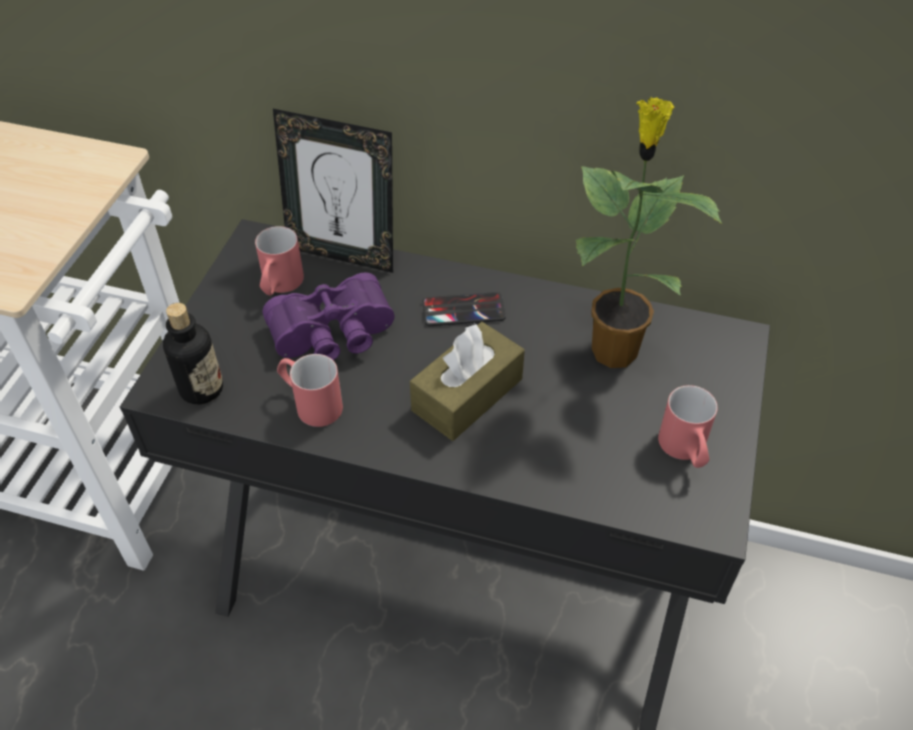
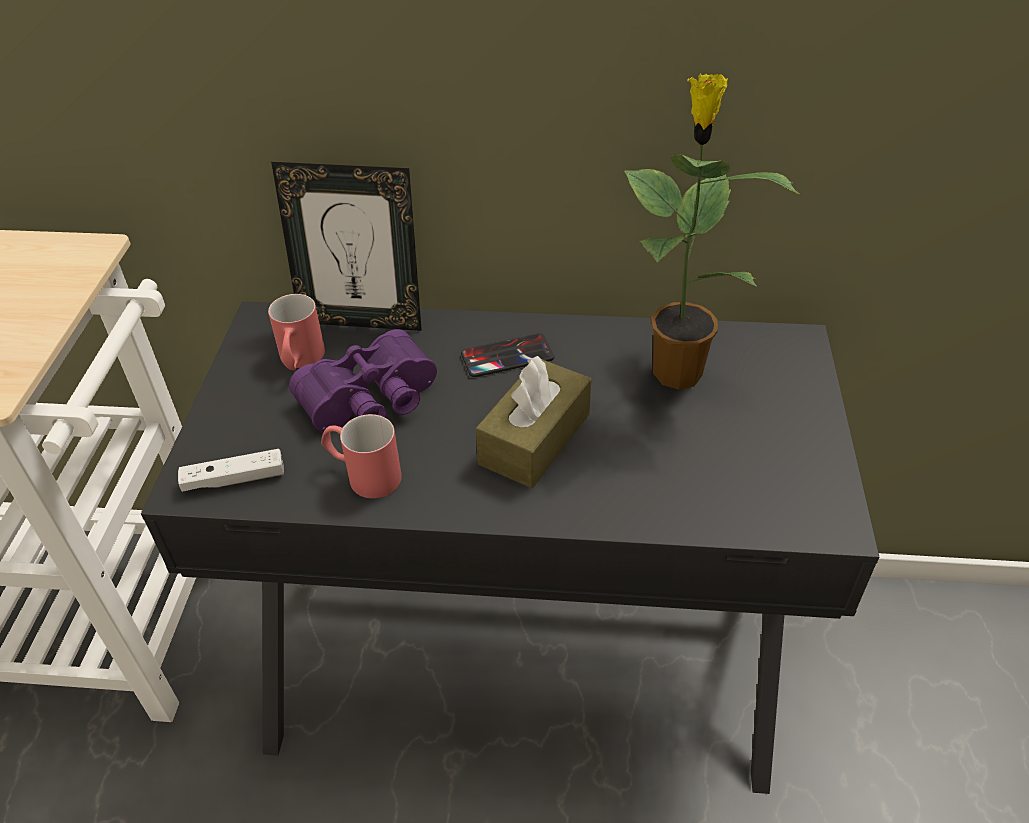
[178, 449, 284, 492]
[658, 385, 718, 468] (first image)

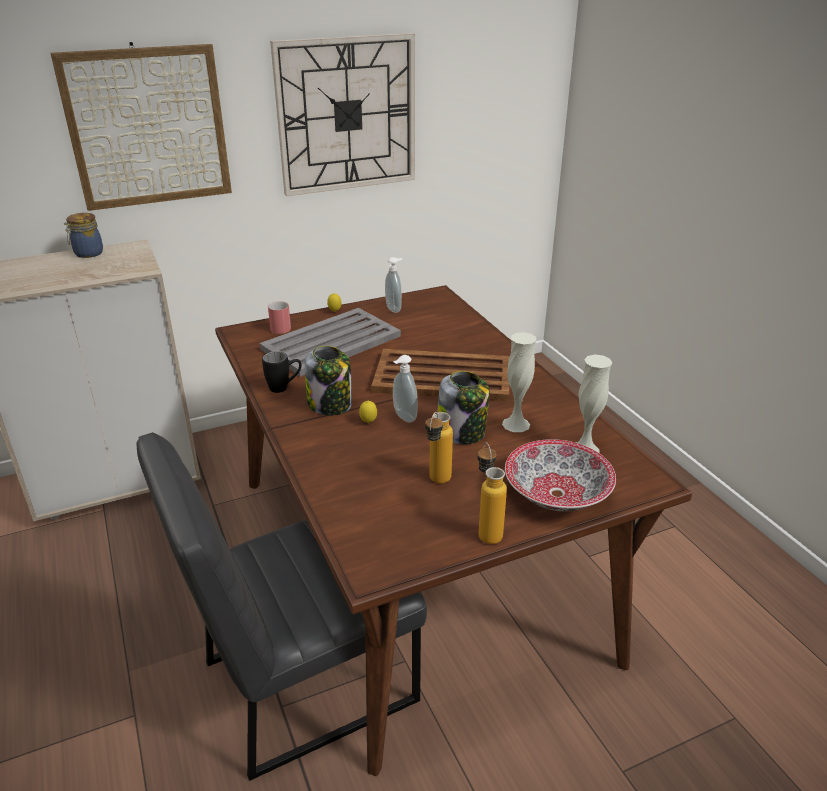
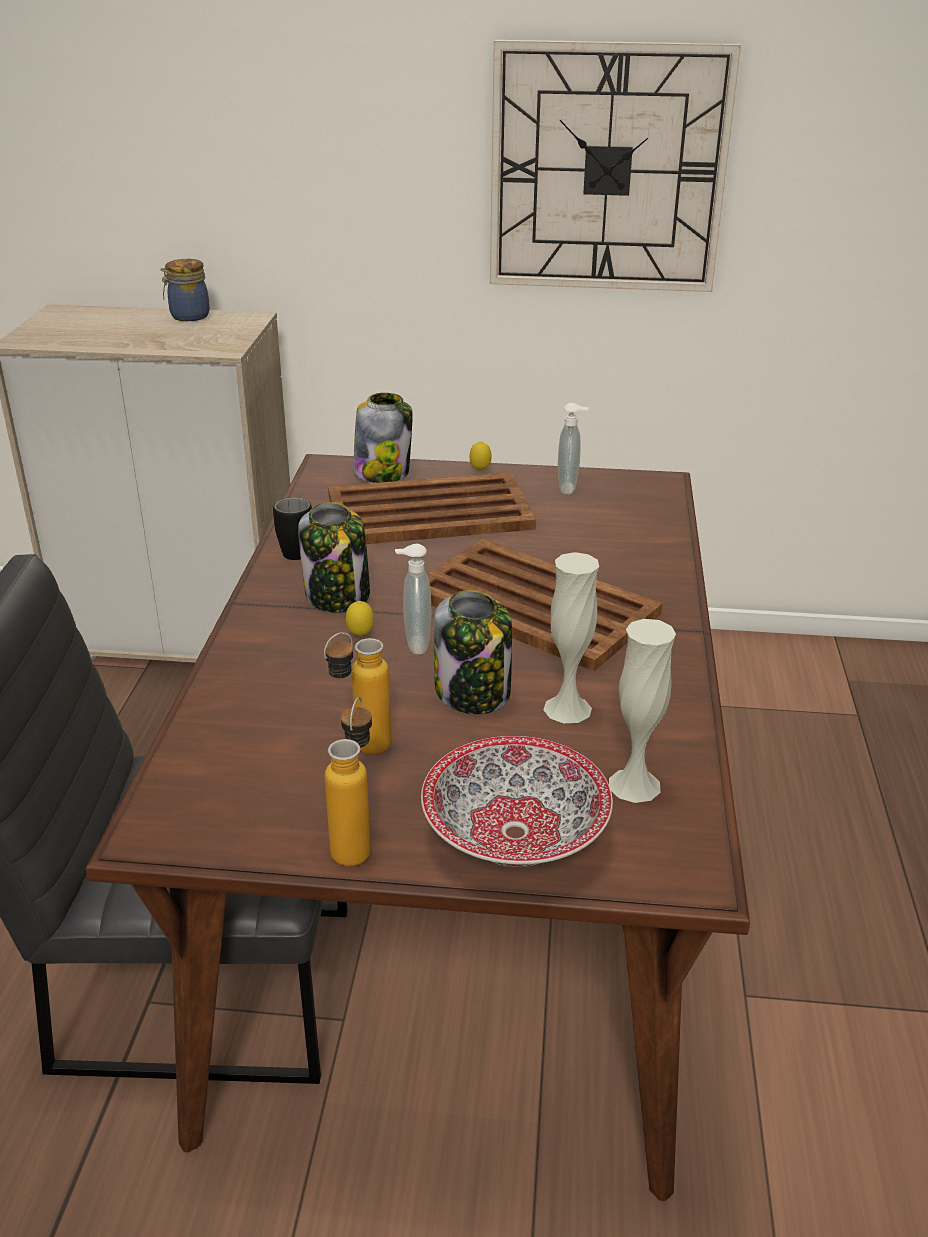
[51, 42, 232, 211] (first image)
[328, 472, 536, 544]
[353, 393, 413, 483]

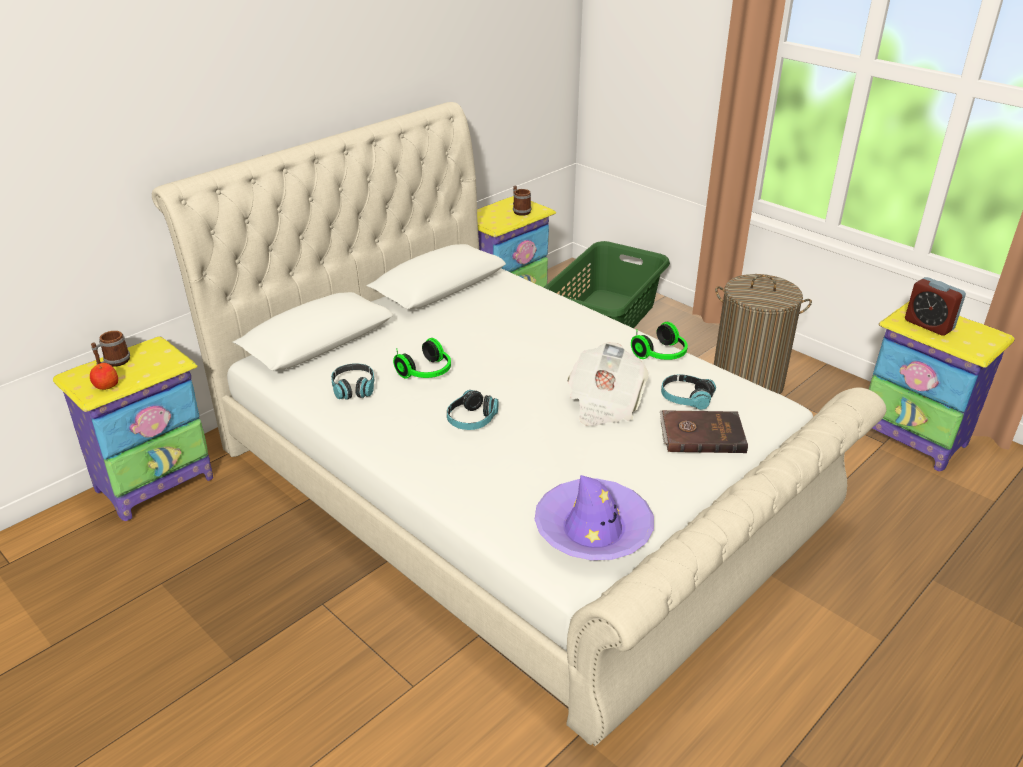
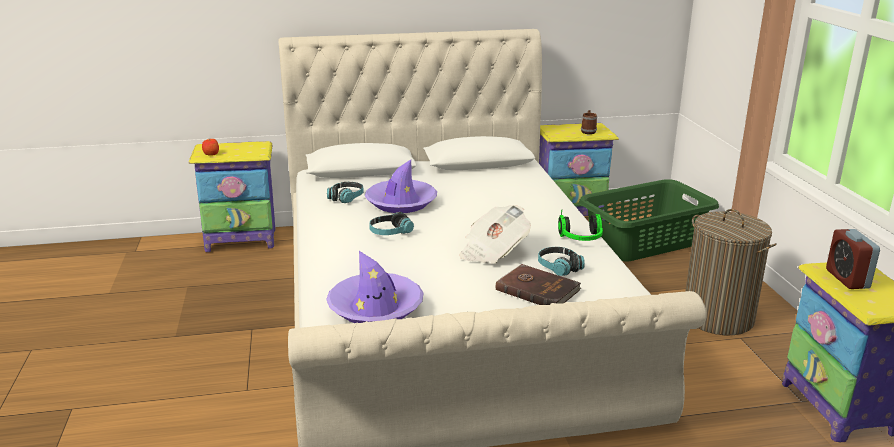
[91, 331, 130, 367] (first image)
[365, 160, 437, 213]

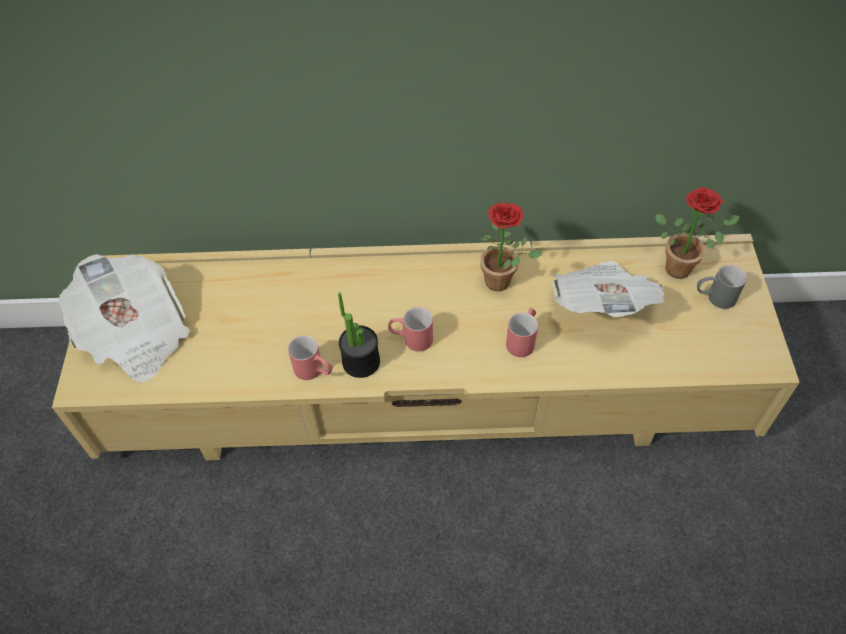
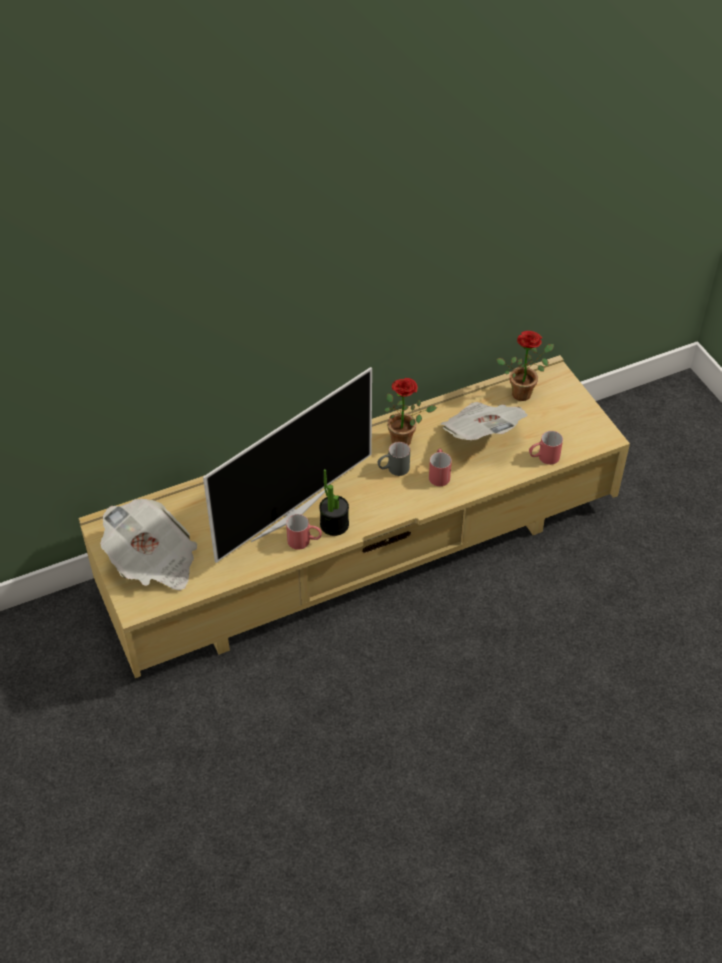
[529, 431, 563, 465]
[377, 442, 410, 476]
[203, 367, 372, 563]

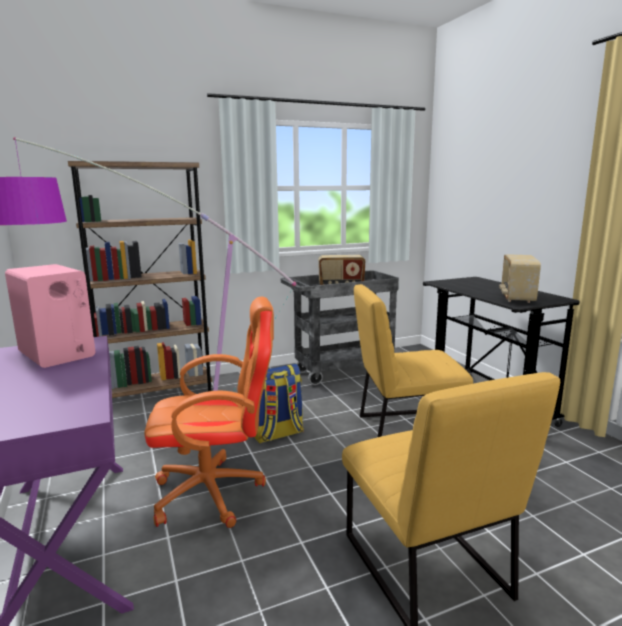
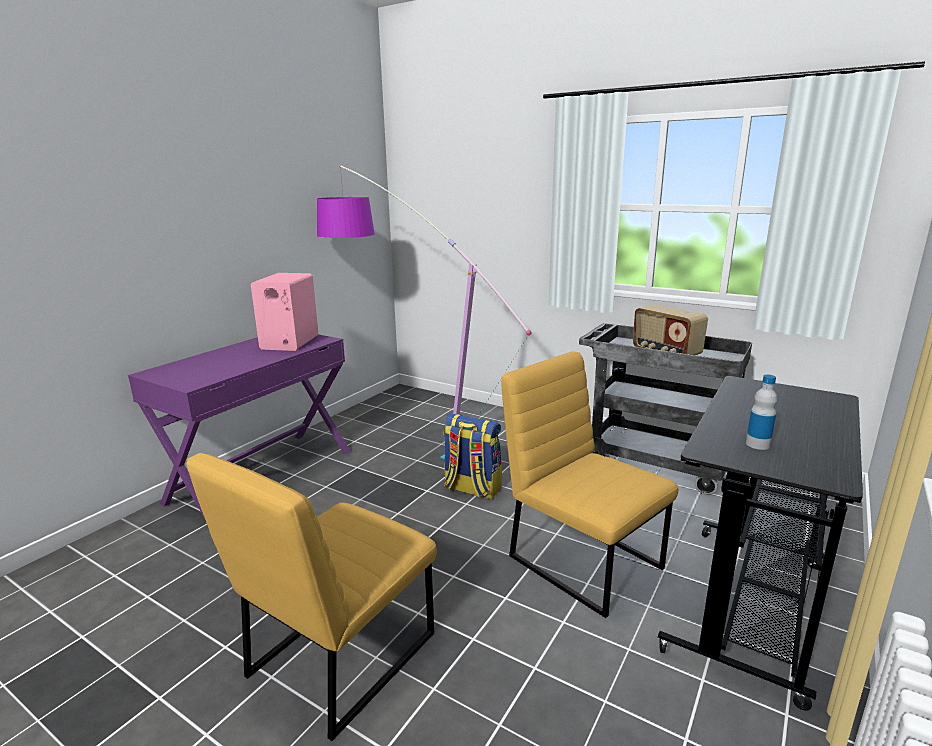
[68, 161, 212, 398] (first image)
[145, 297, 274, 528] (first image)
[746, 374, 777, 450]

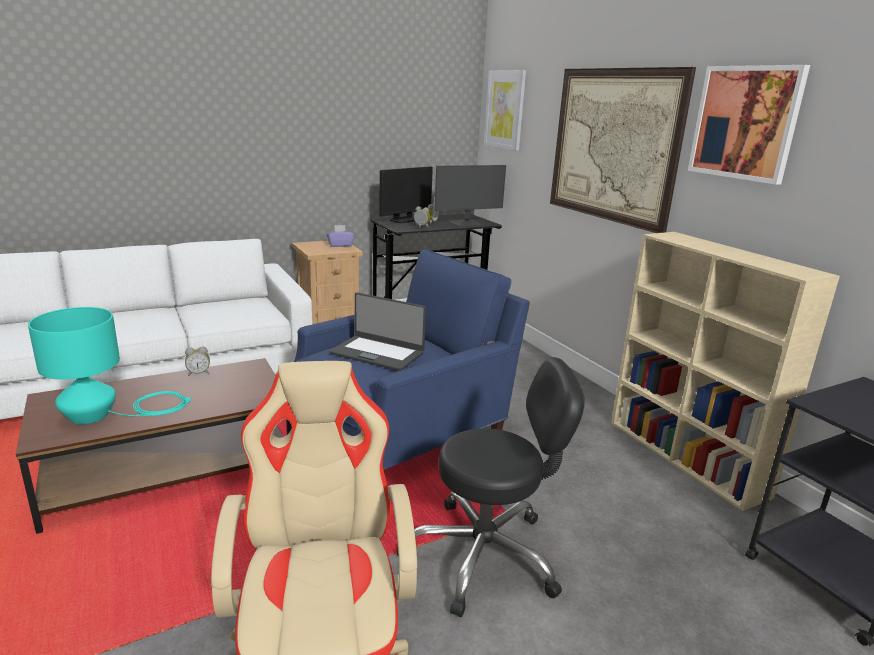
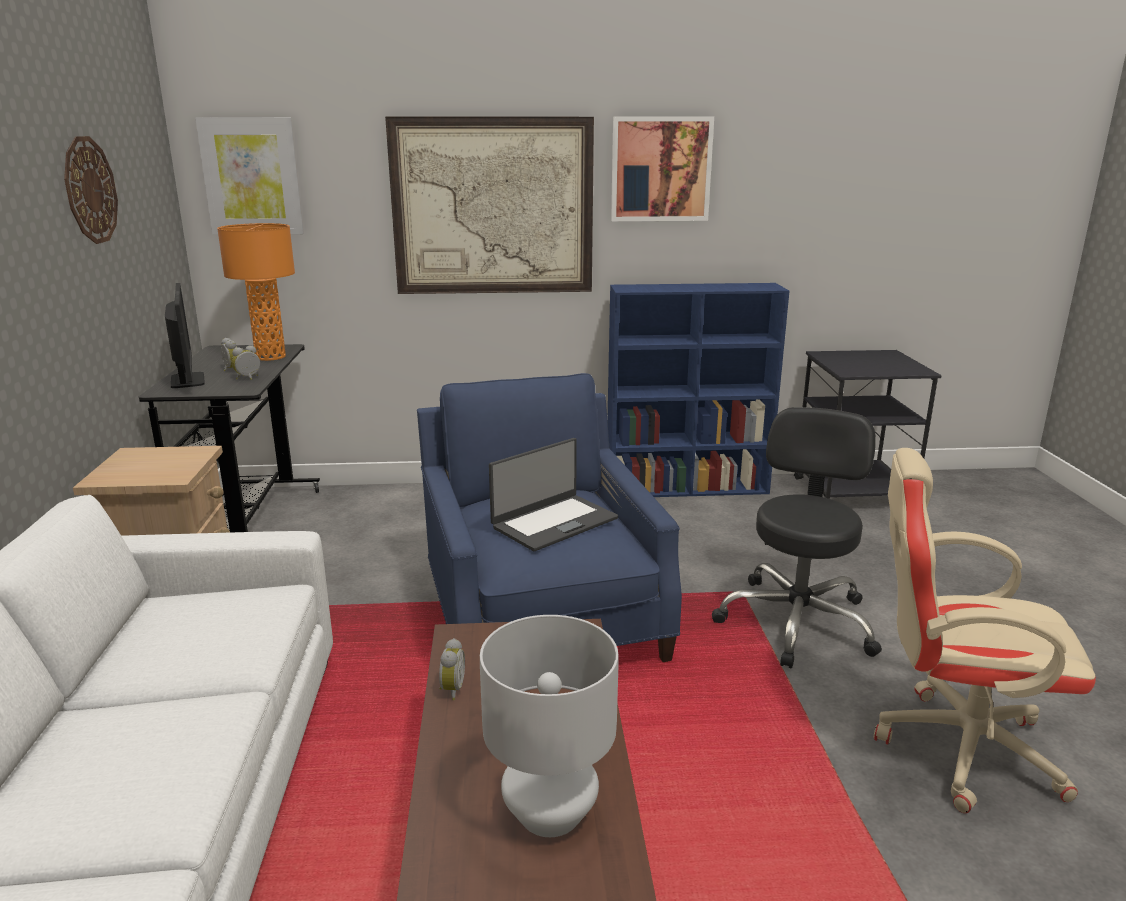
[480, 615, 619, 837]
[326, 225, 354, 247] (first image)
[217, 223, 295, 361]
[607, 283, 789, 497]
[64, 136, 118, 244]

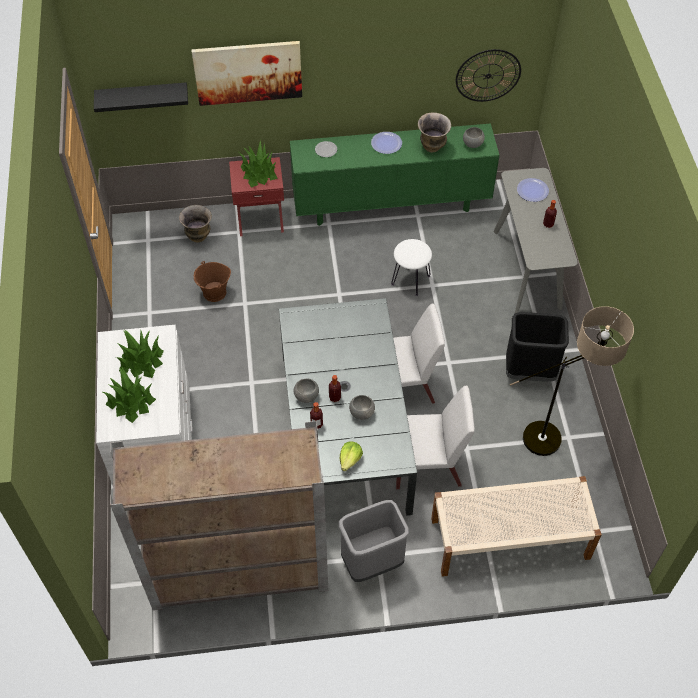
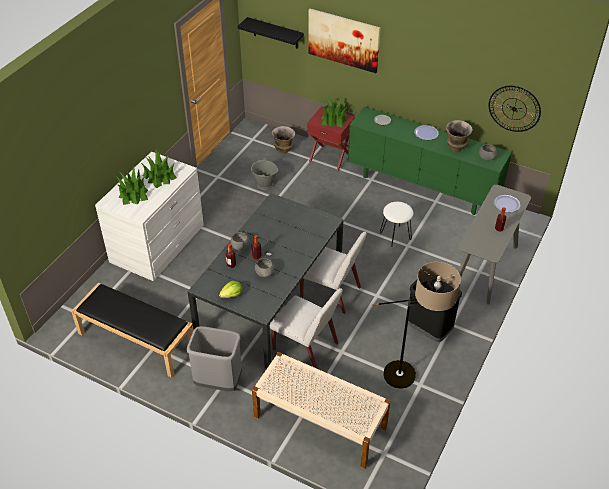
[71, 283, 194, 378]
[251, 158, 278, 190]

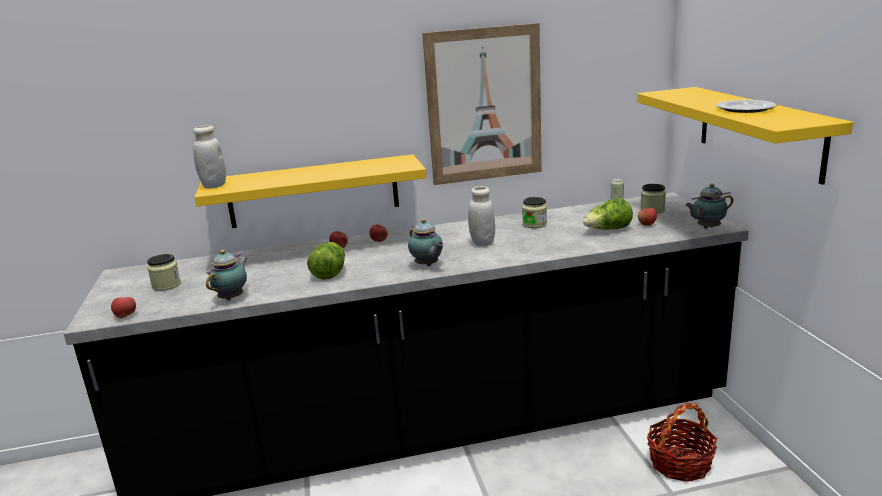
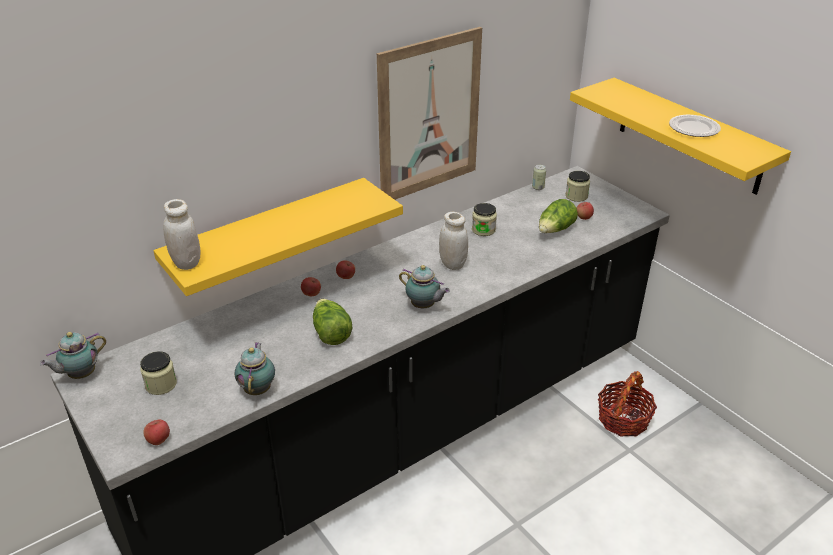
[40, 332, 106, 379]

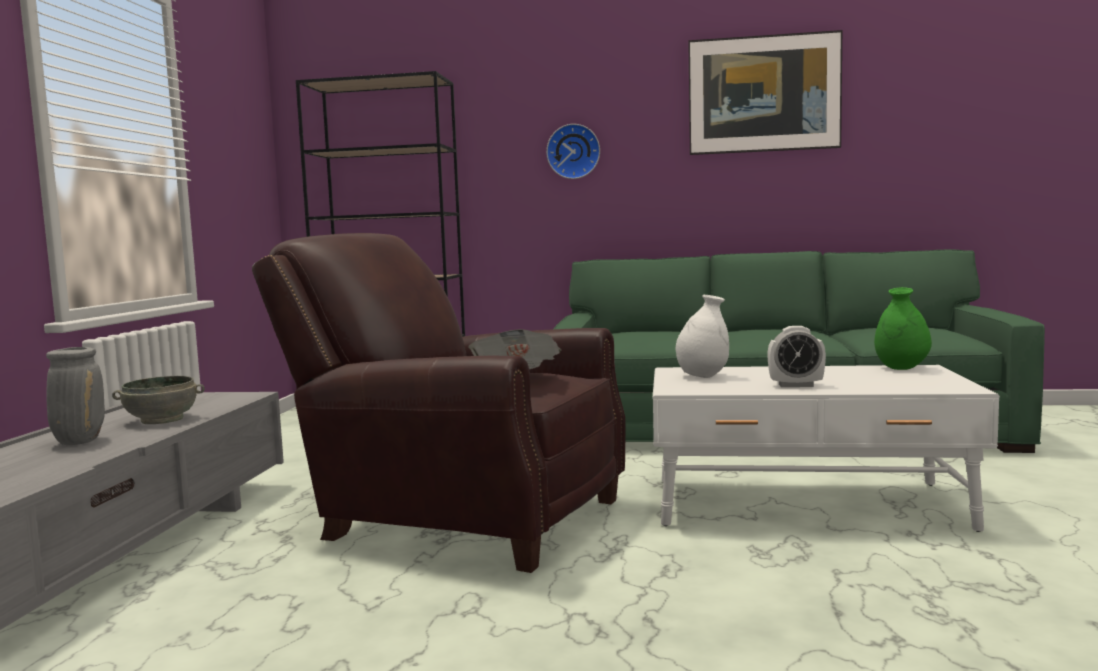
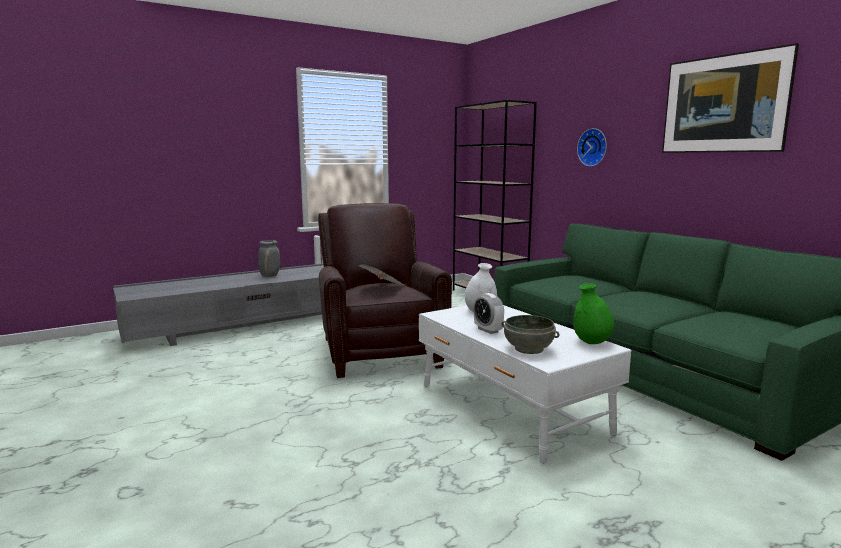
[501, 315, 559, 354]

